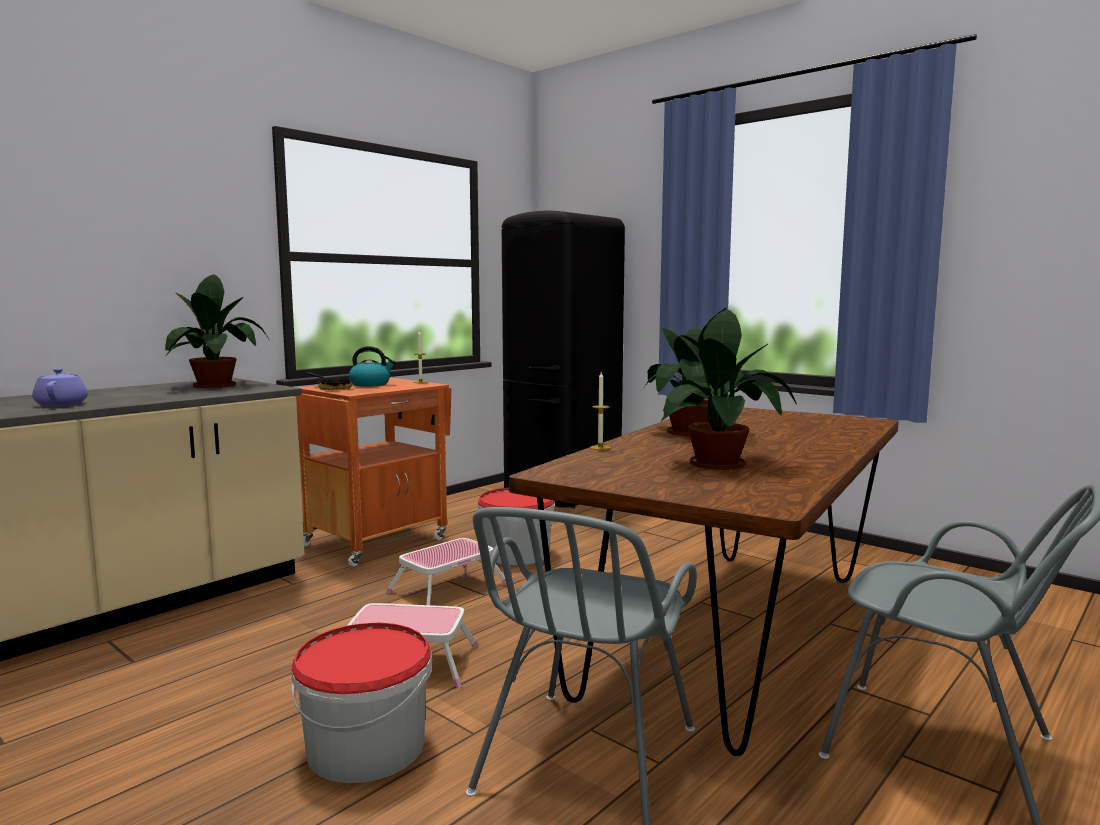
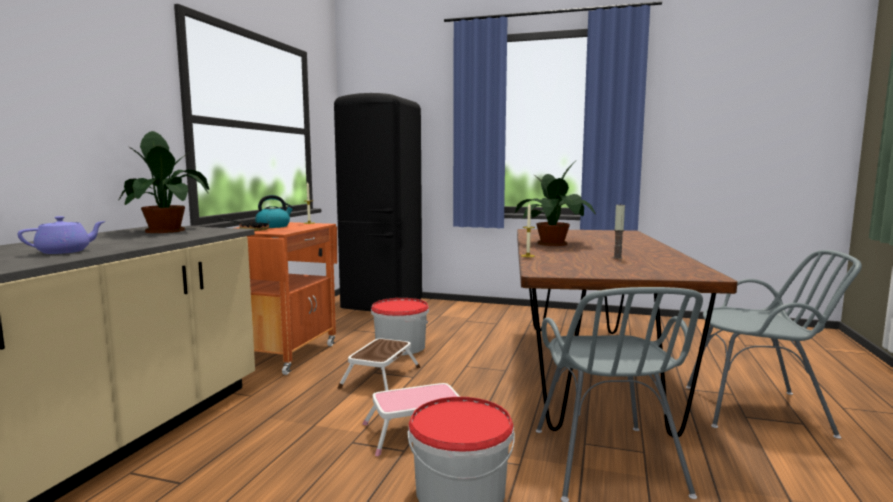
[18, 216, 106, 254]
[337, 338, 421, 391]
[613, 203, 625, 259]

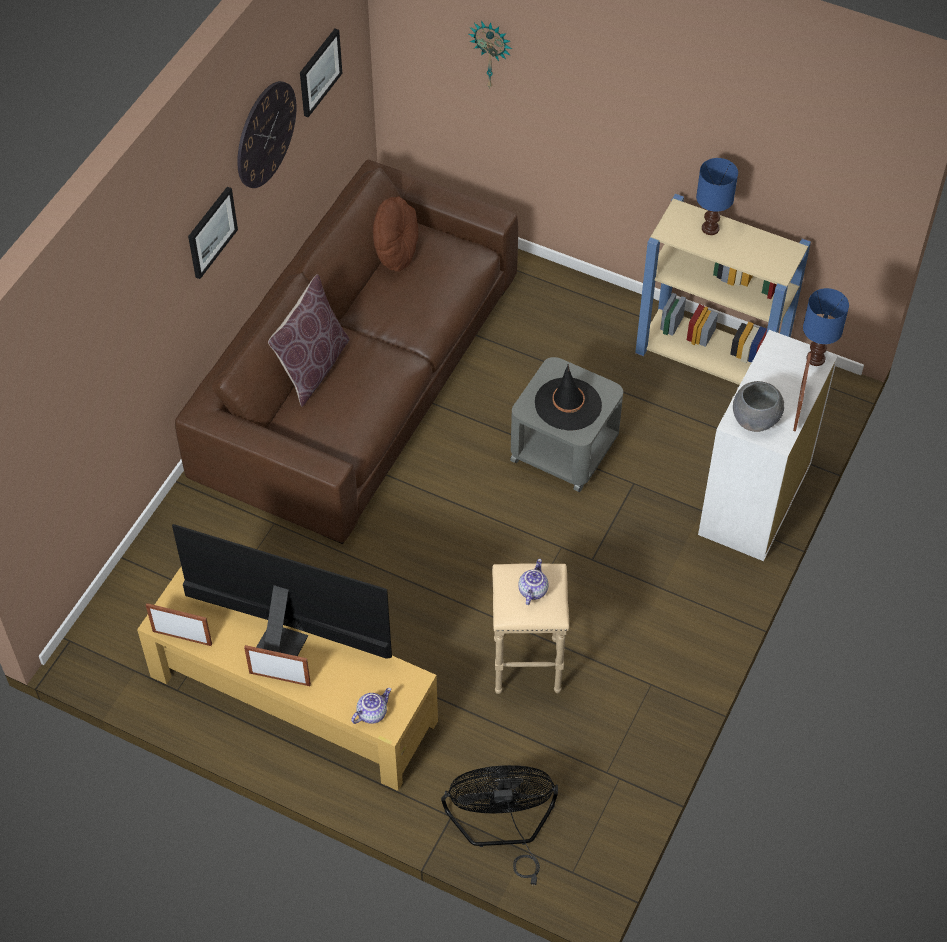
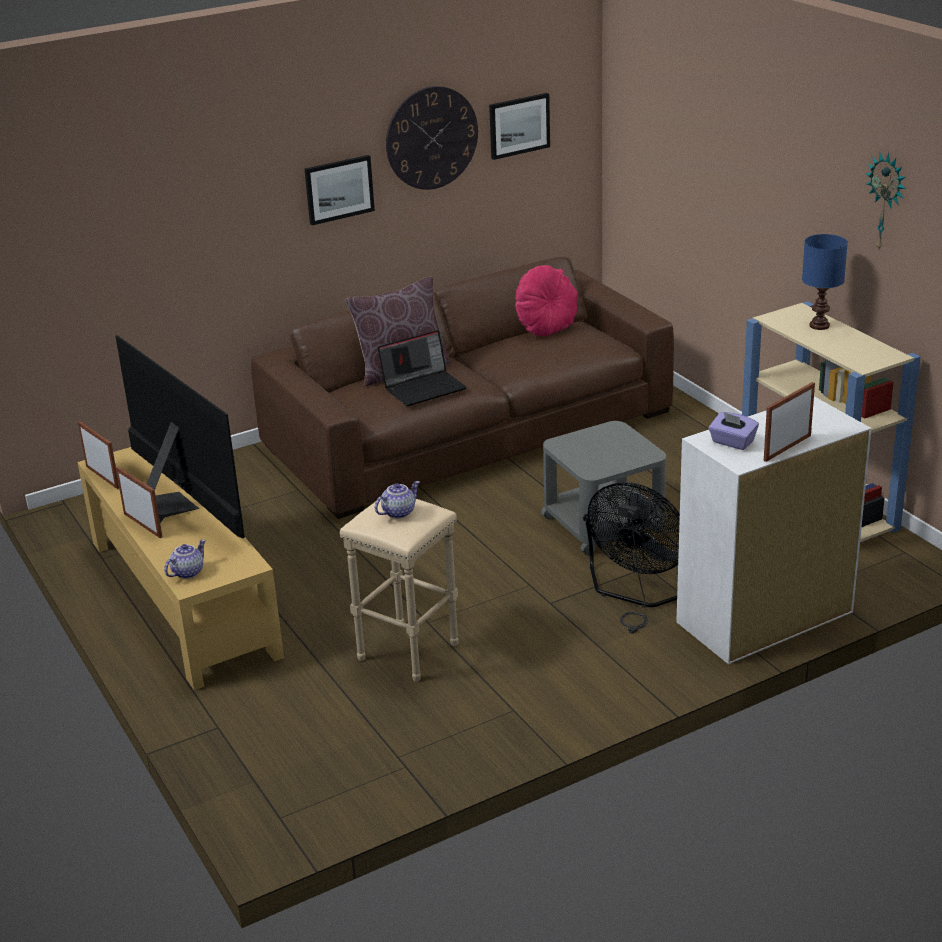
[164, 540, 206, 579]
[515, 265, 578, 337]
[583, 482, 680, 634]
[865, 153, 906, 252]
[535, 364, 602, 431] (first image)
[709, 412, 759, 450]
[803, 288, 849, 366] (first image)
[378, 330, 467, 406]

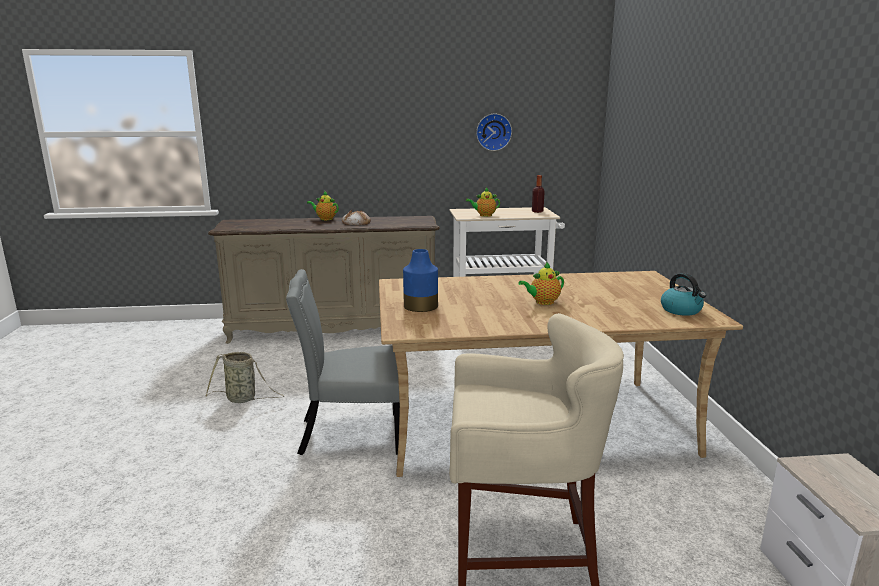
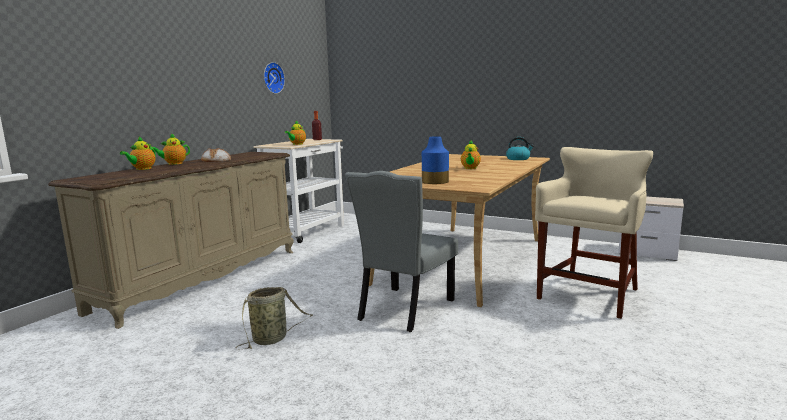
[120, 136, 156, 170]

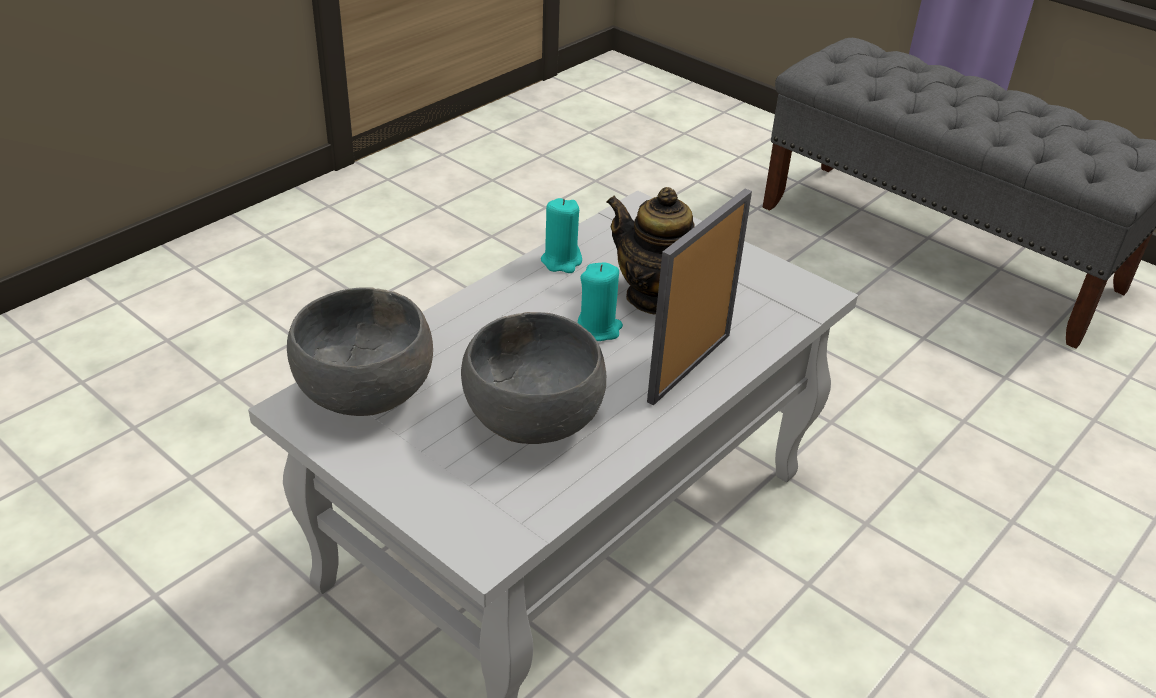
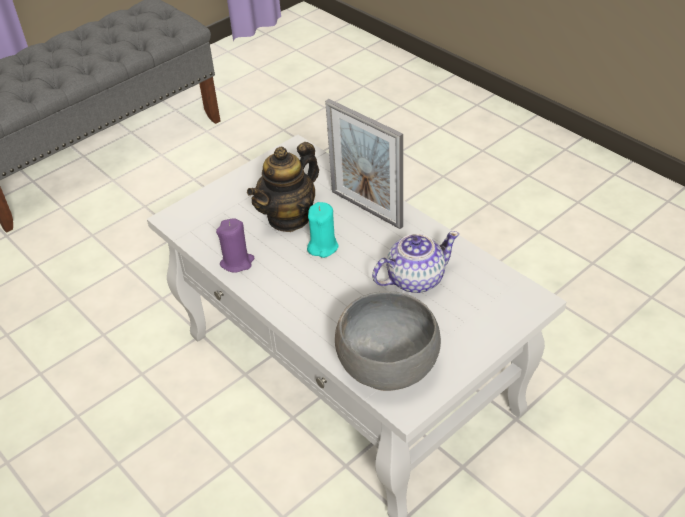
[372, 231, 459, 293]
[216, 218, 254, 272]

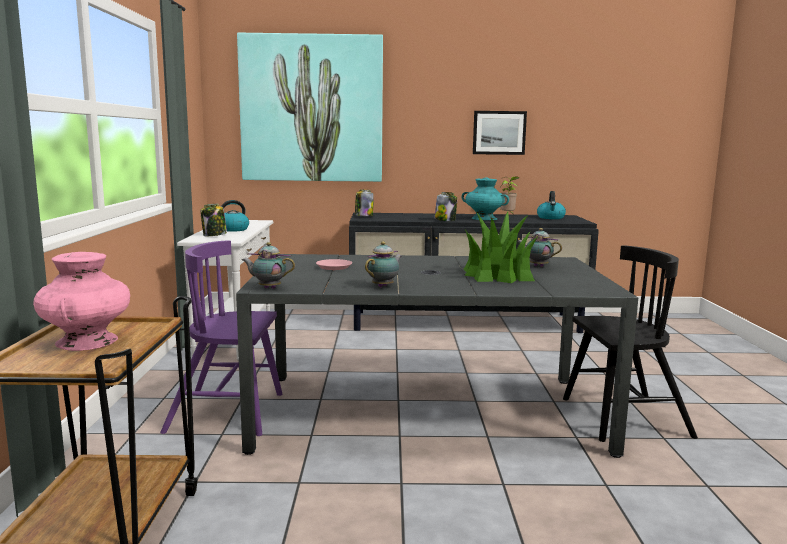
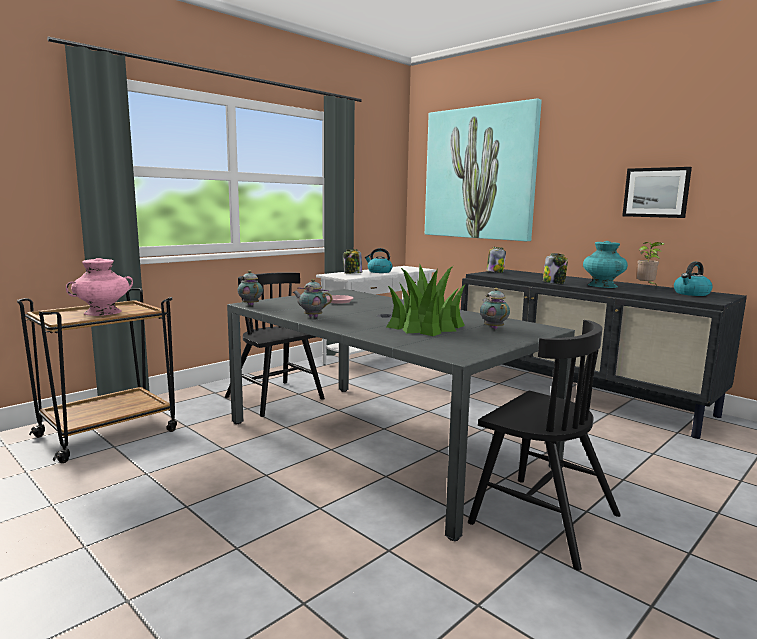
[225, 272, 325, 417]
[292, 279, 333, 317]

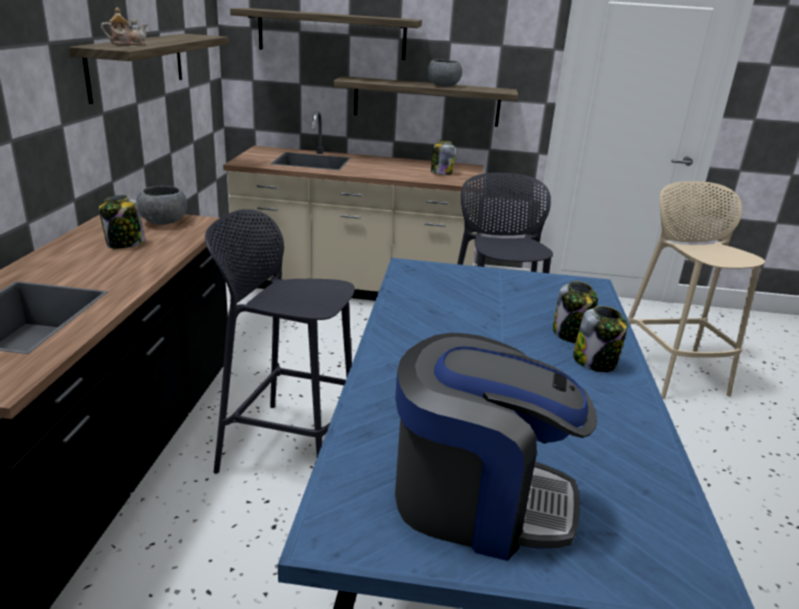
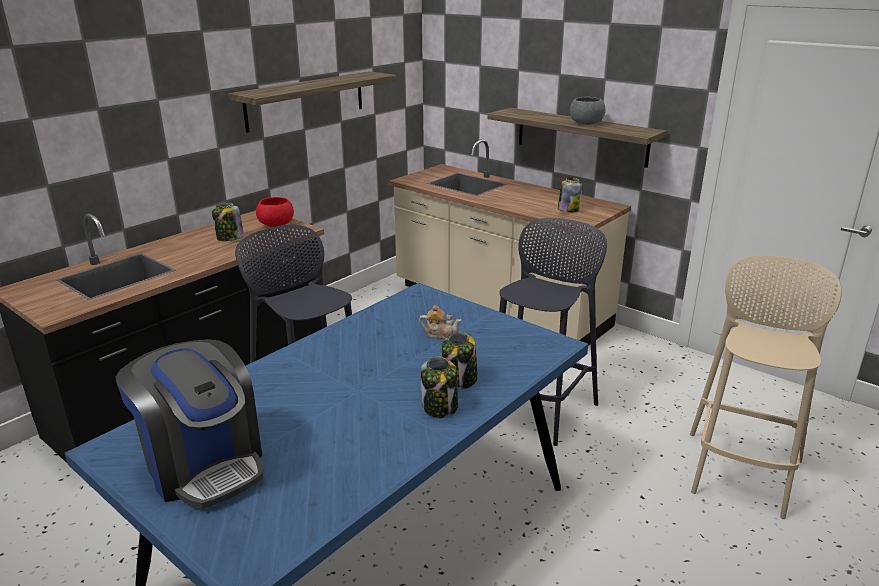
[419, 305, 462, 339]
[256, 197, 294, 227]
[230, 8, 422, 60] (first image)

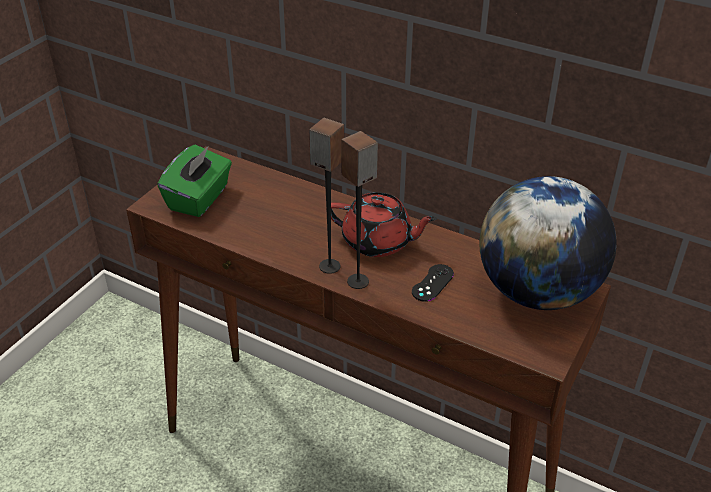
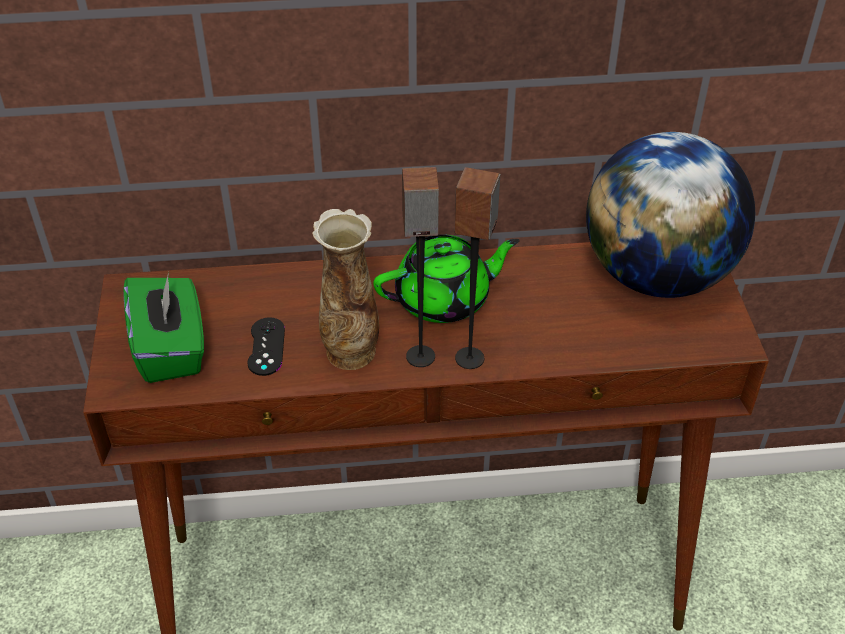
[373, 234, 520, 323]
[247, 317, 285, 376]
[312, 209, 379, 370]

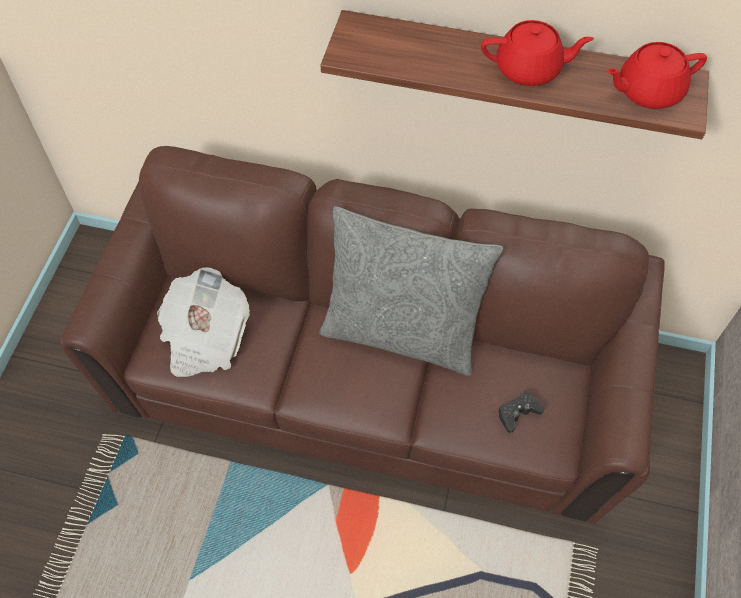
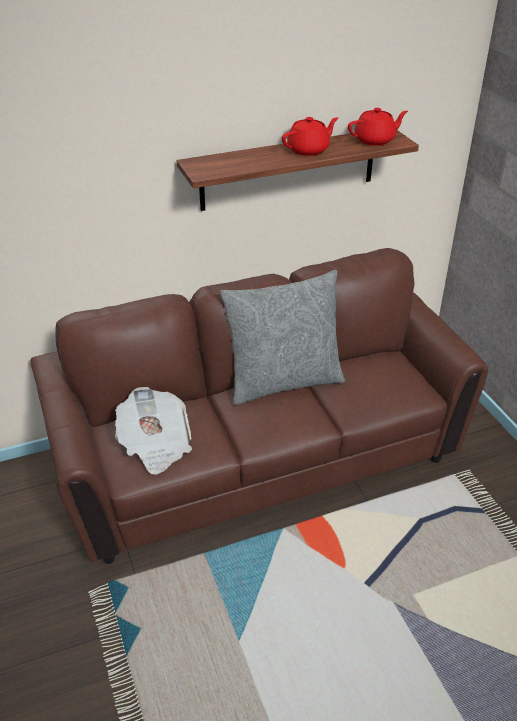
[498, 391, 545, 433] (first image)
[348, 108, 408, 146]

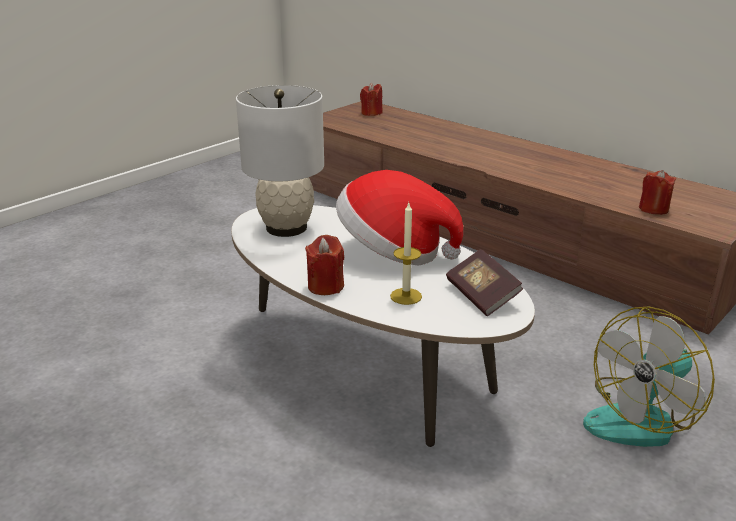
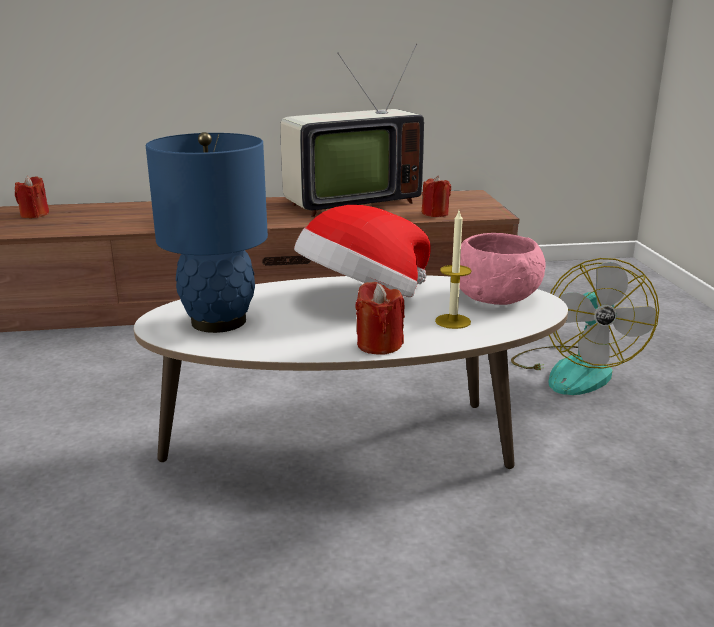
[146, 132, 268, 333]
[459, 233, 546, 305]
[280, 43, 424, 217]

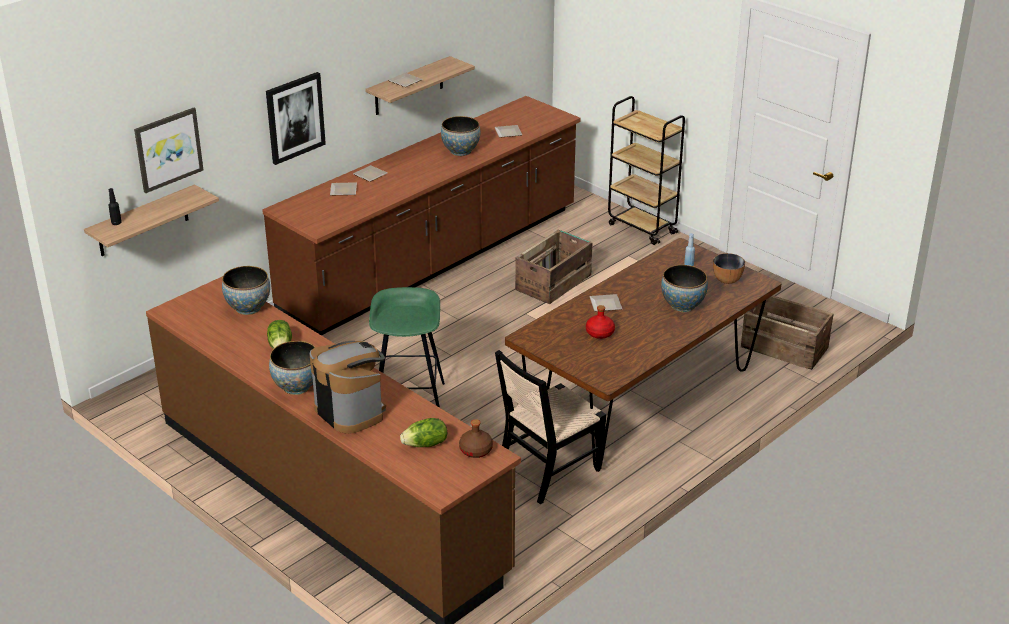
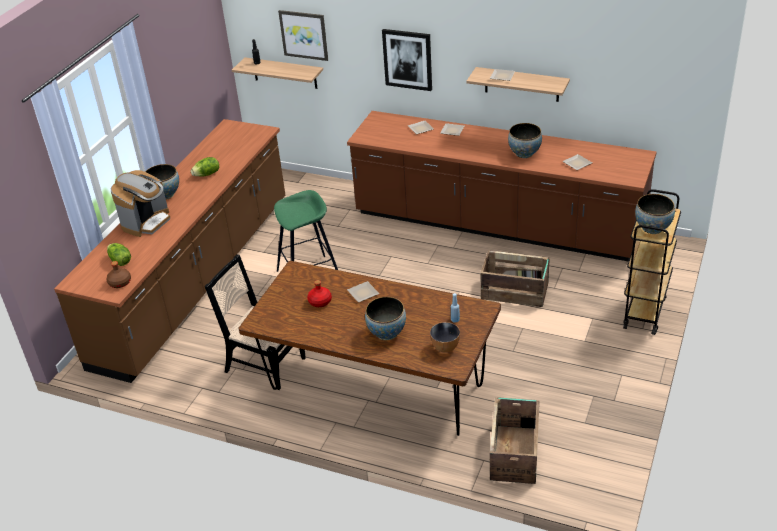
[635, 194, 675, 234]

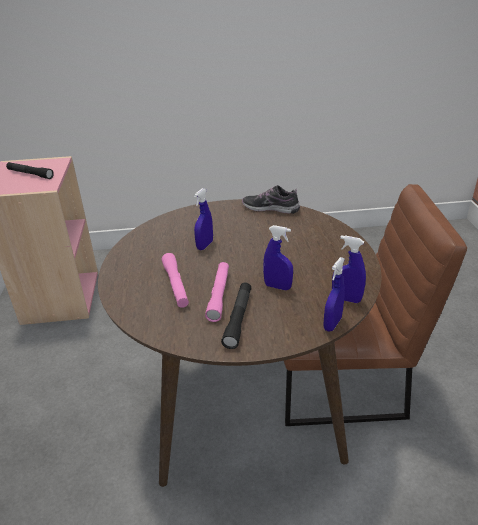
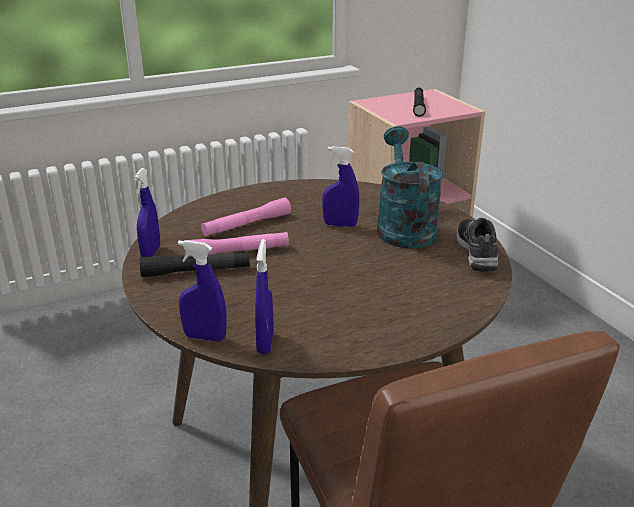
[134, 168, 160, 257]
[377, 126, 443, 249]

